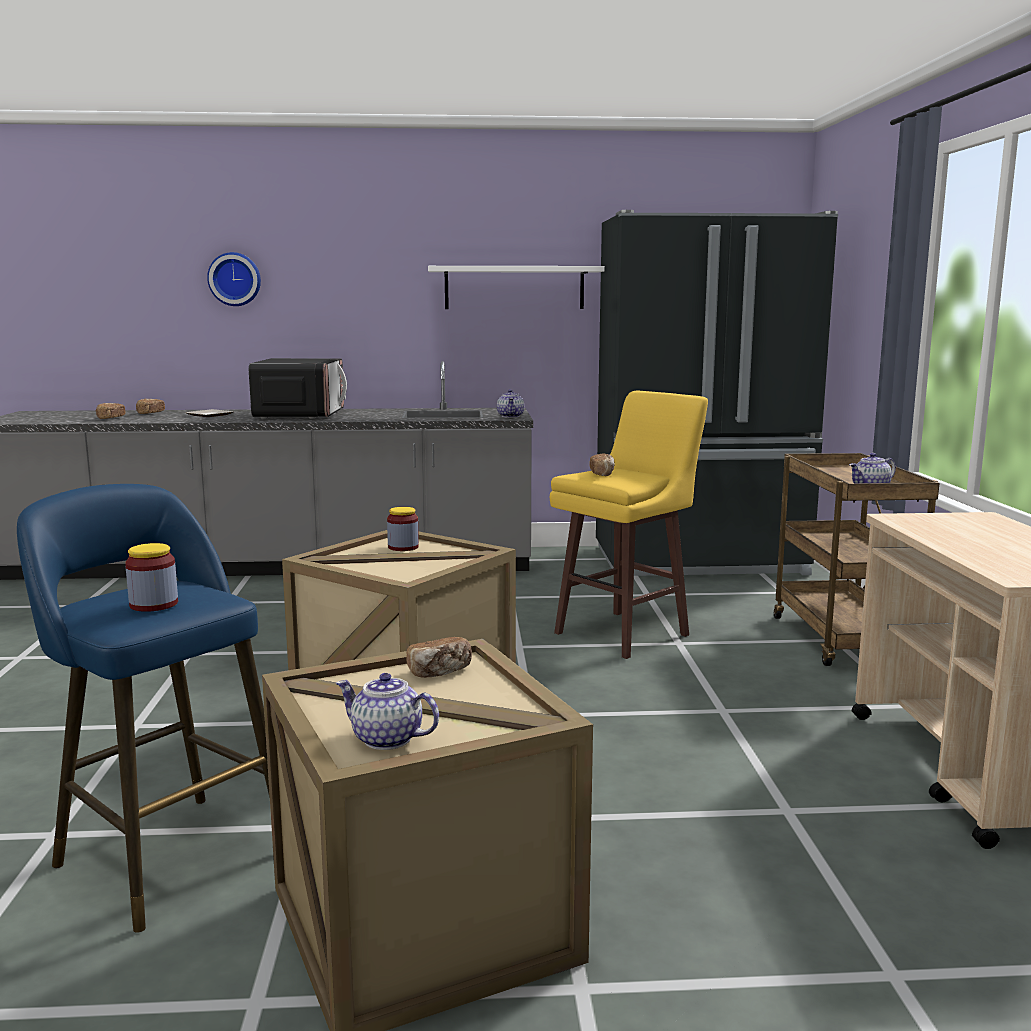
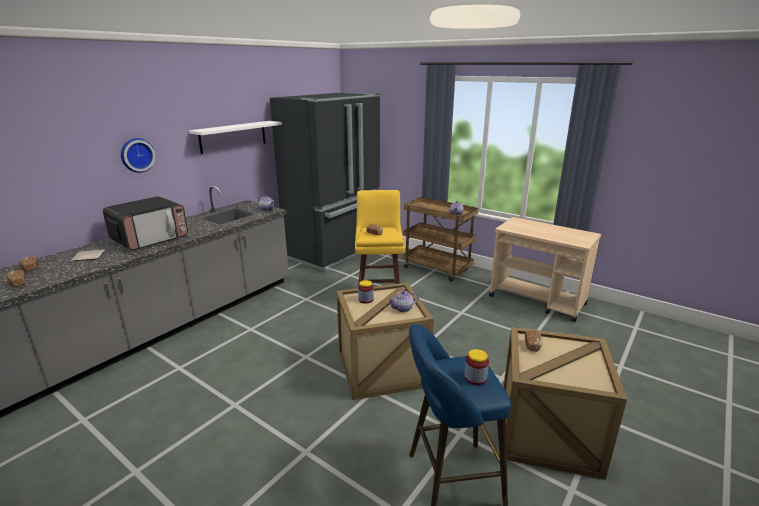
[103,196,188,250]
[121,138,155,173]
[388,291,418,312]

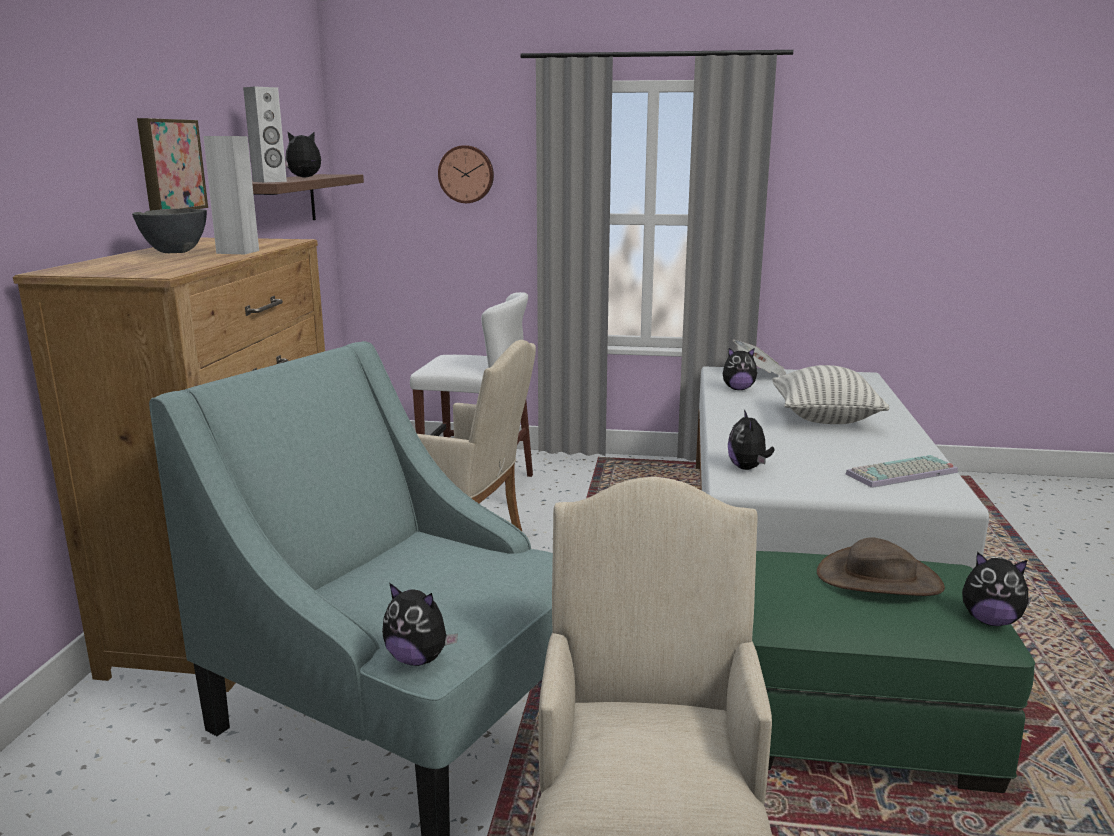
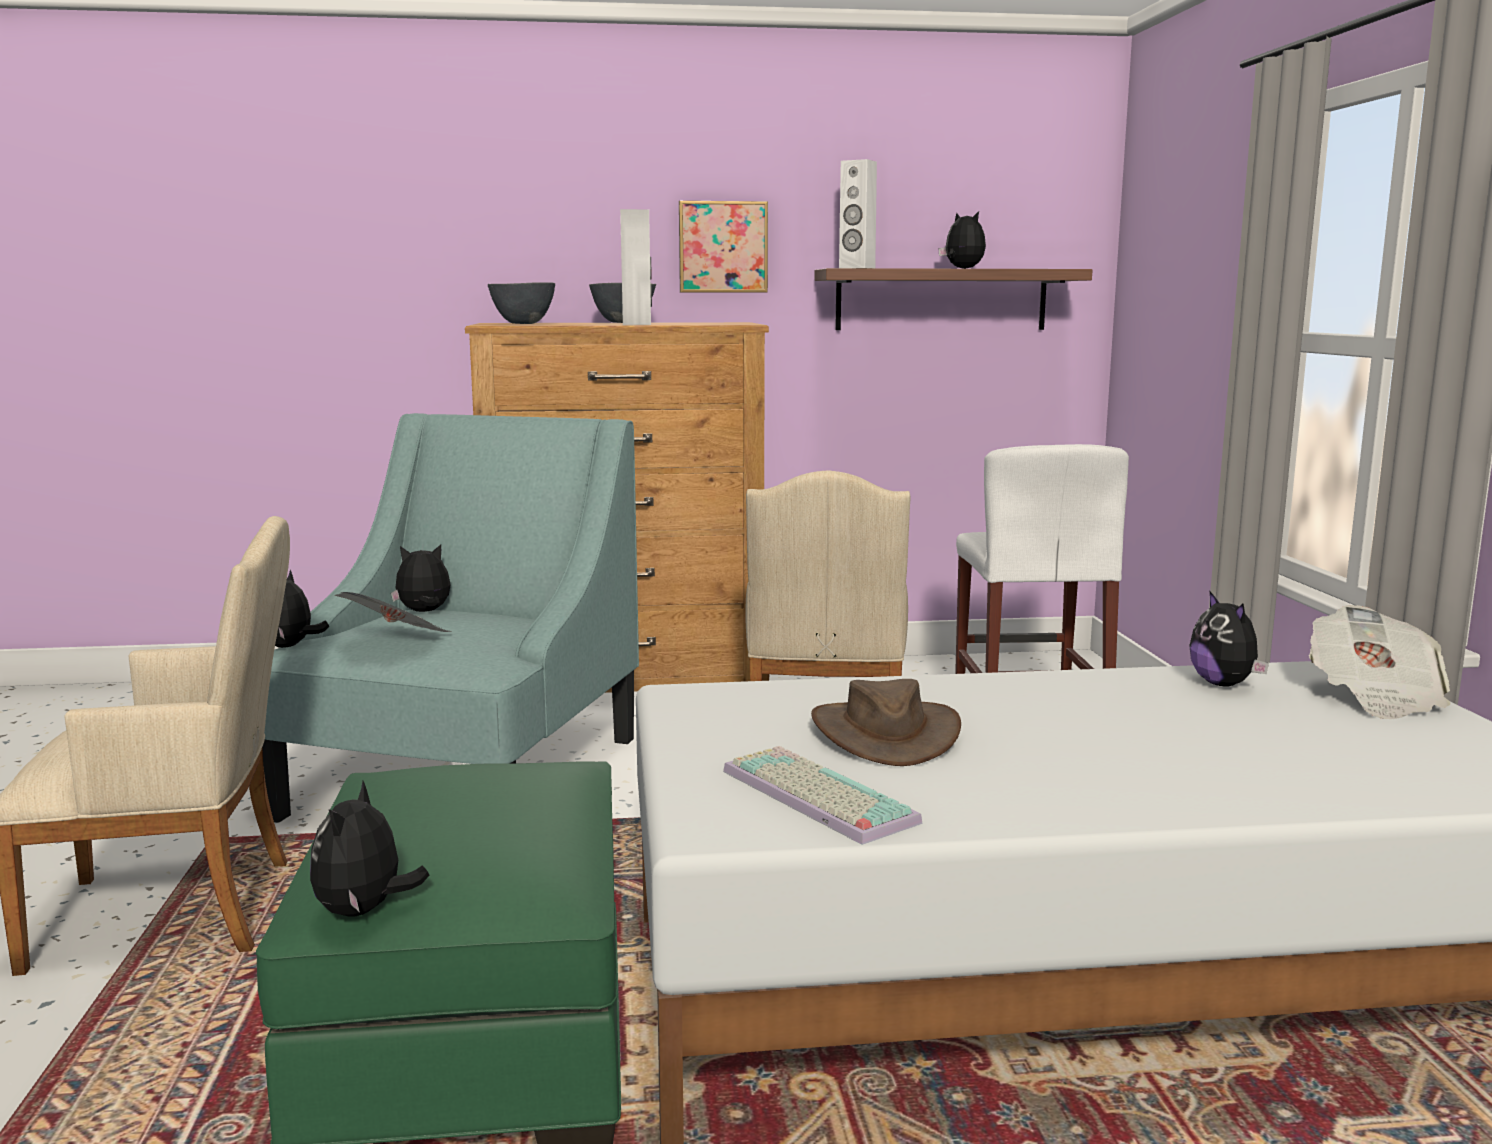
[335,592,451,632]
[391,544,451,612]
[488,282,555,324]
[811,679,961,766]
[438,145,494,203] (first image)
[772,365,889,424] (first image)

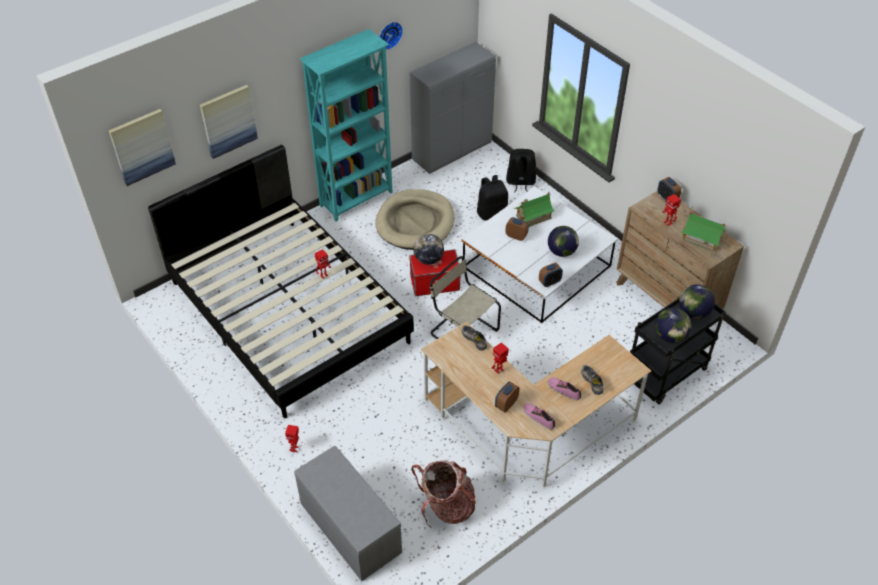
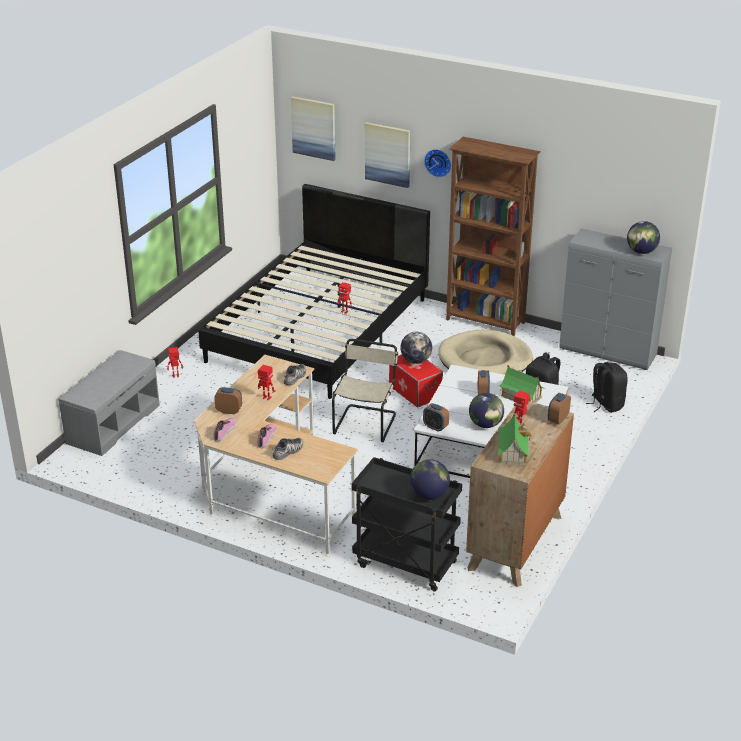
[424,149,451,178]
[446,137,541,336]
[627,221,660,254]
[412,460,476,528] (first image)

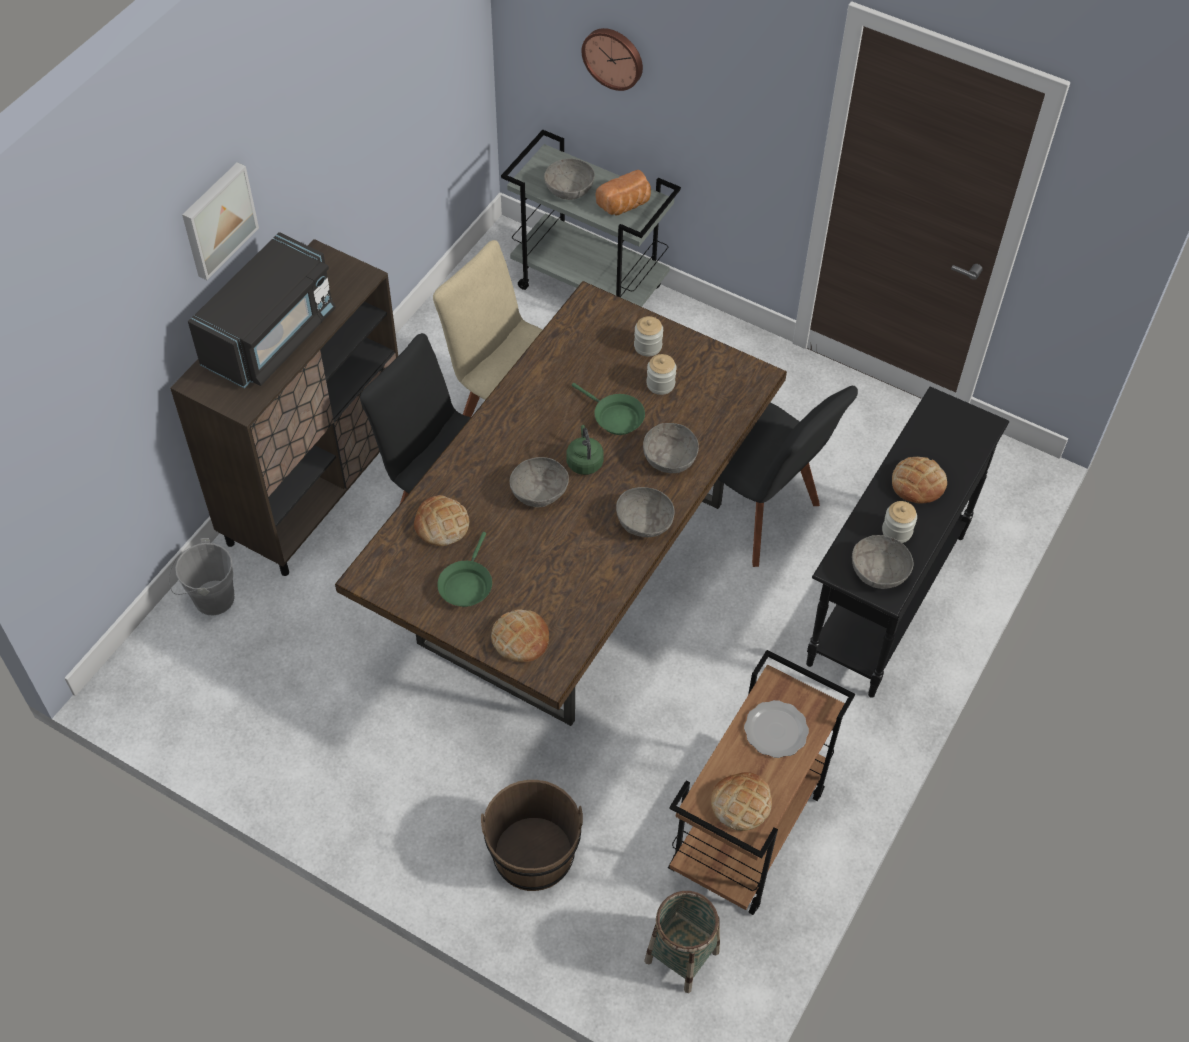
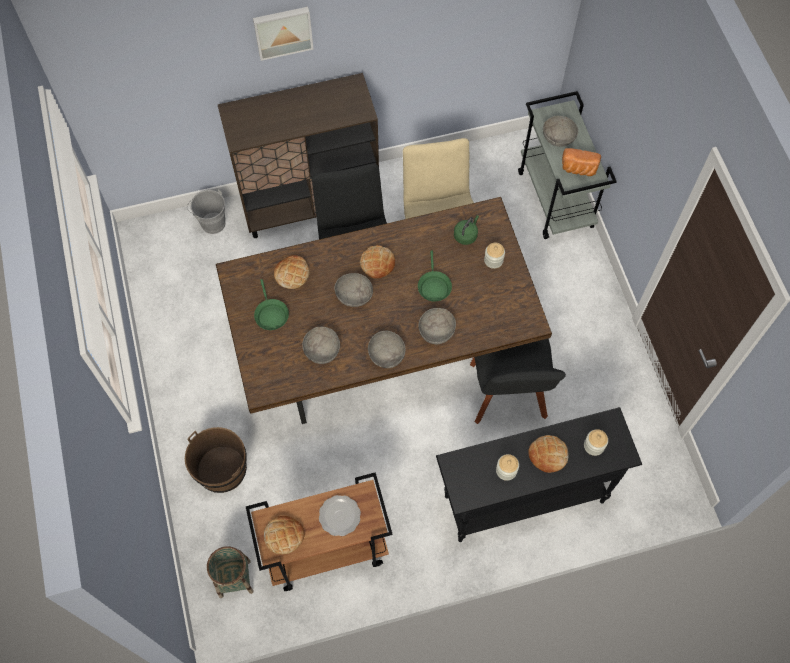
[254,279,289,330]
[302,327,340,364]
[360,245,395,279]
[454,215,479,245]
[584,429,608,456]
[188,232,336,388] (first image)
[582,28,643,91] (first image)

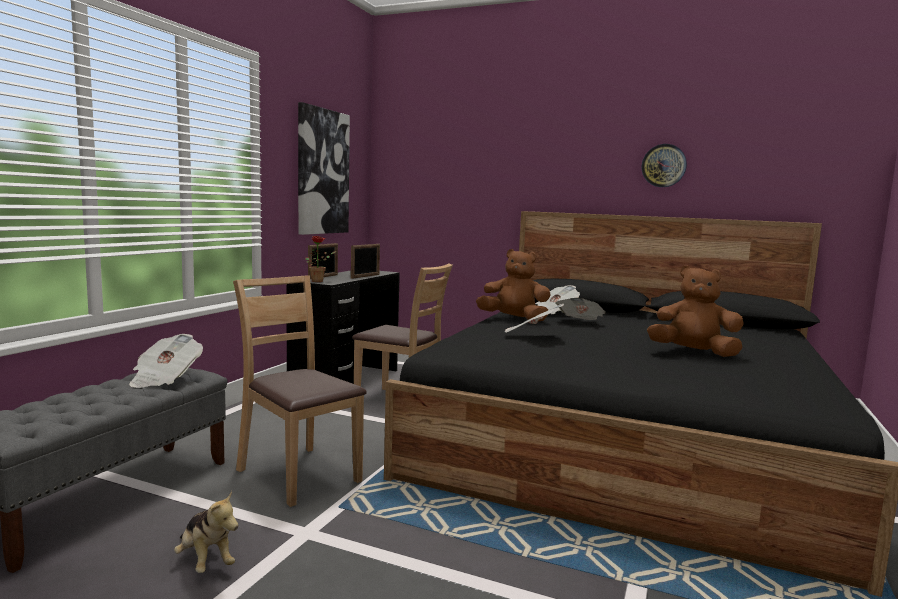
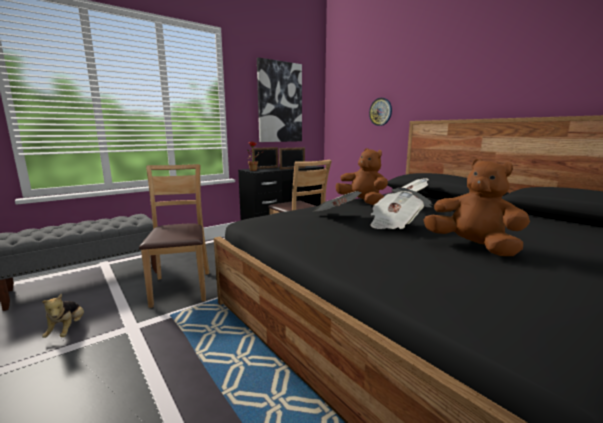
[369,98,392,126]
[371,191,424,229]

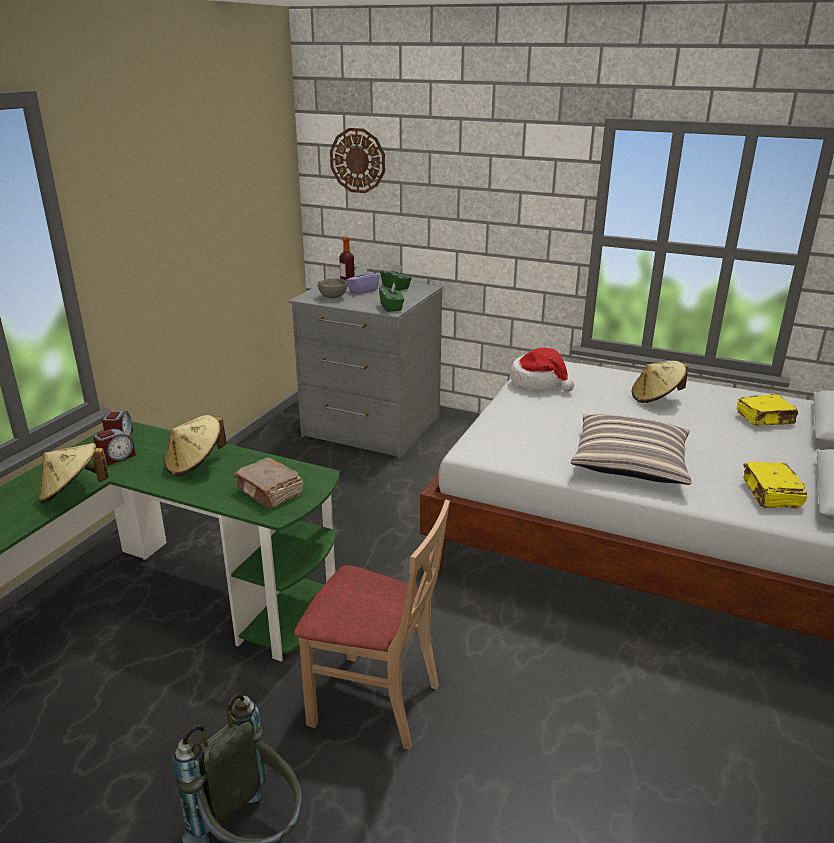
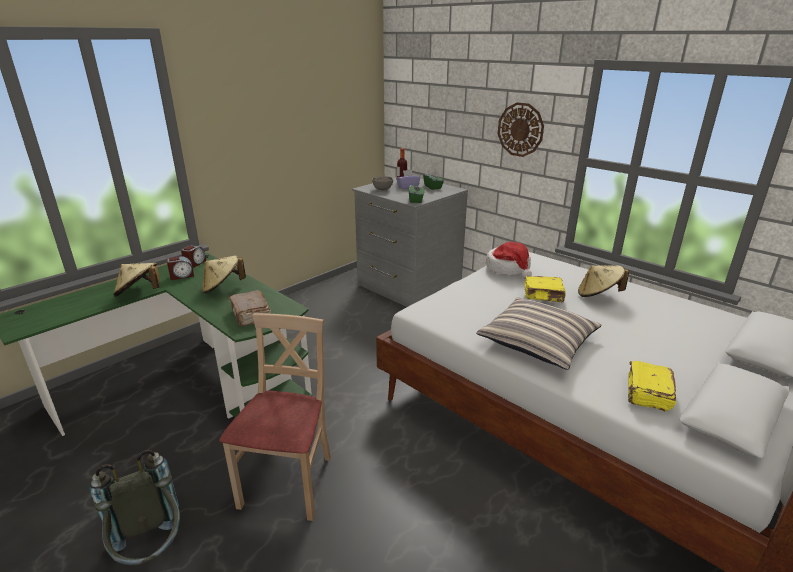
[219,313,331,521]
[498,102,544,157]
[524,276,566,303]

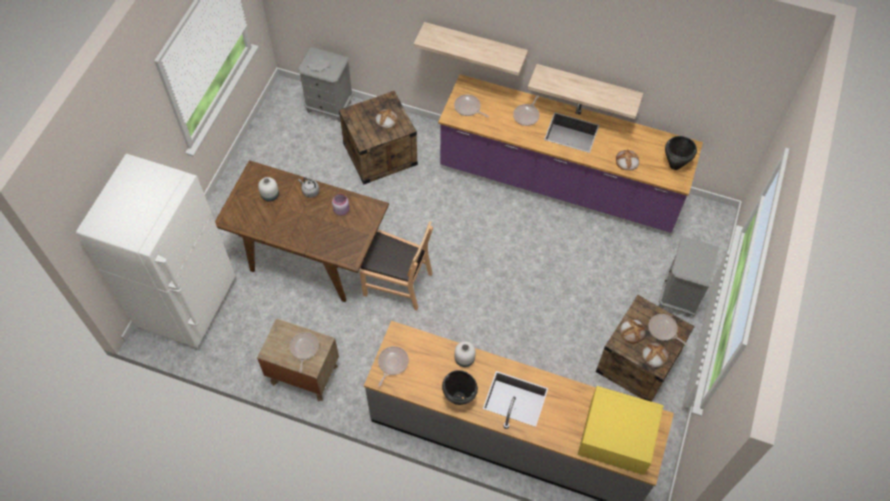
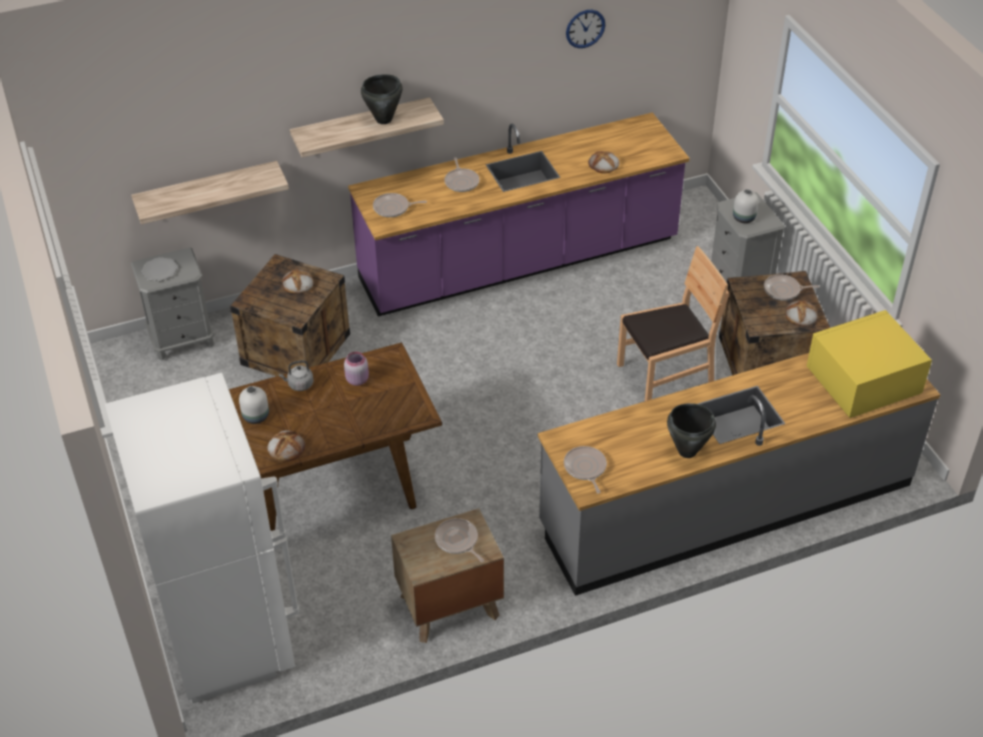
[131,161,289,224]
[268,430,305,462]
[361,74,402,124]
[566,10,605,48]
[617,246,729,402]
[733,189,759,223]

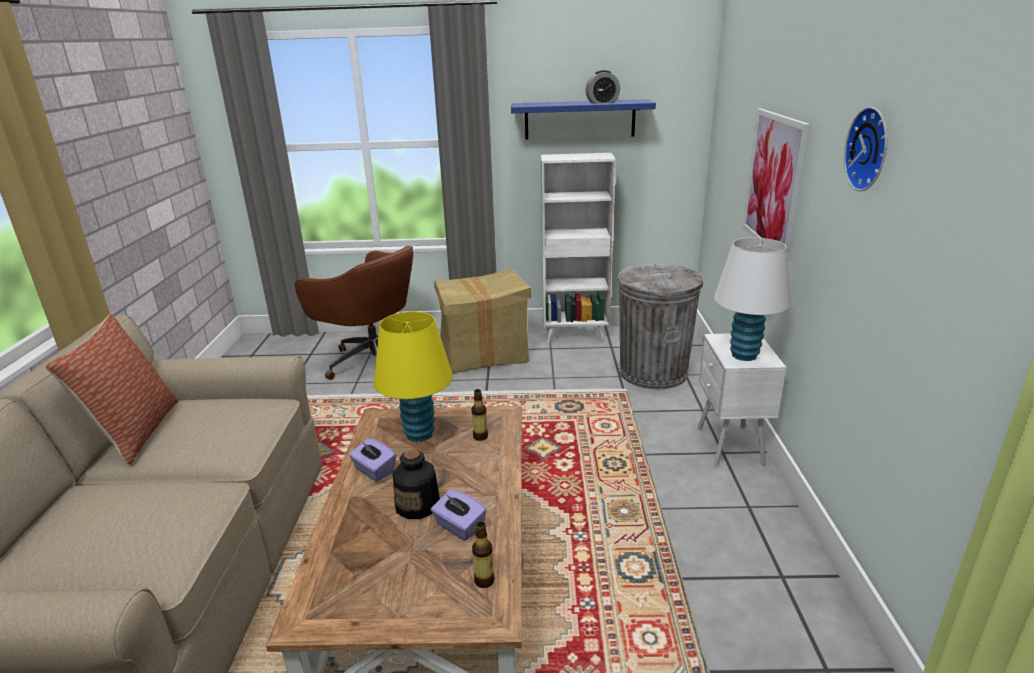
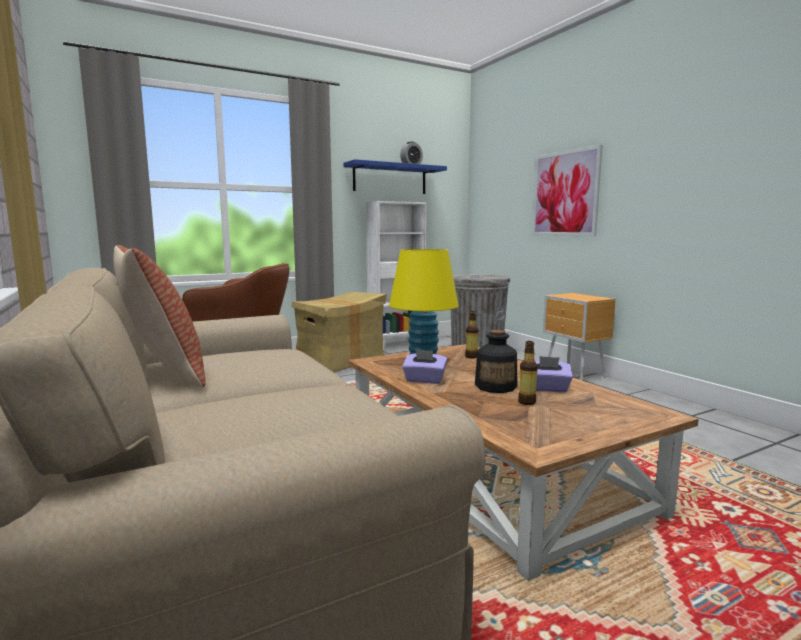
[518,341,538,405]
[543,293,616,381]
[714,238,791,361] (first image)
[844,107,887,191] (first image)

